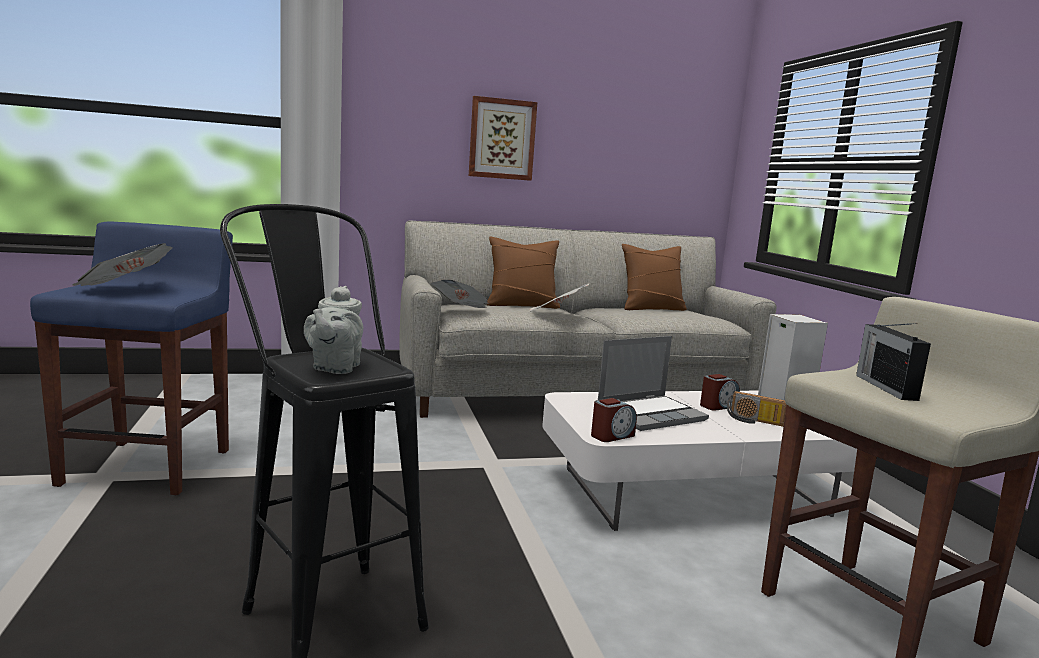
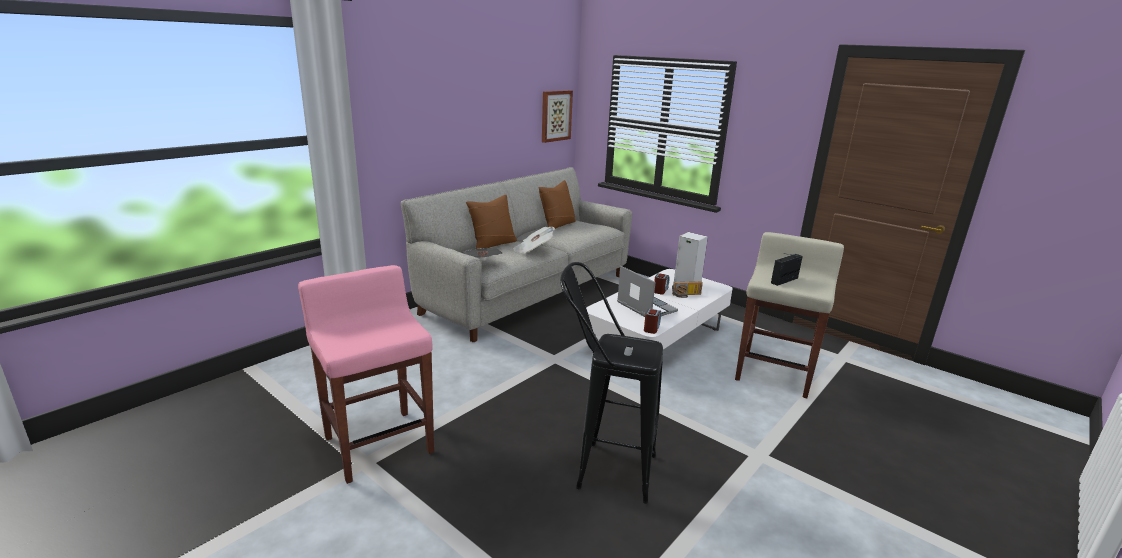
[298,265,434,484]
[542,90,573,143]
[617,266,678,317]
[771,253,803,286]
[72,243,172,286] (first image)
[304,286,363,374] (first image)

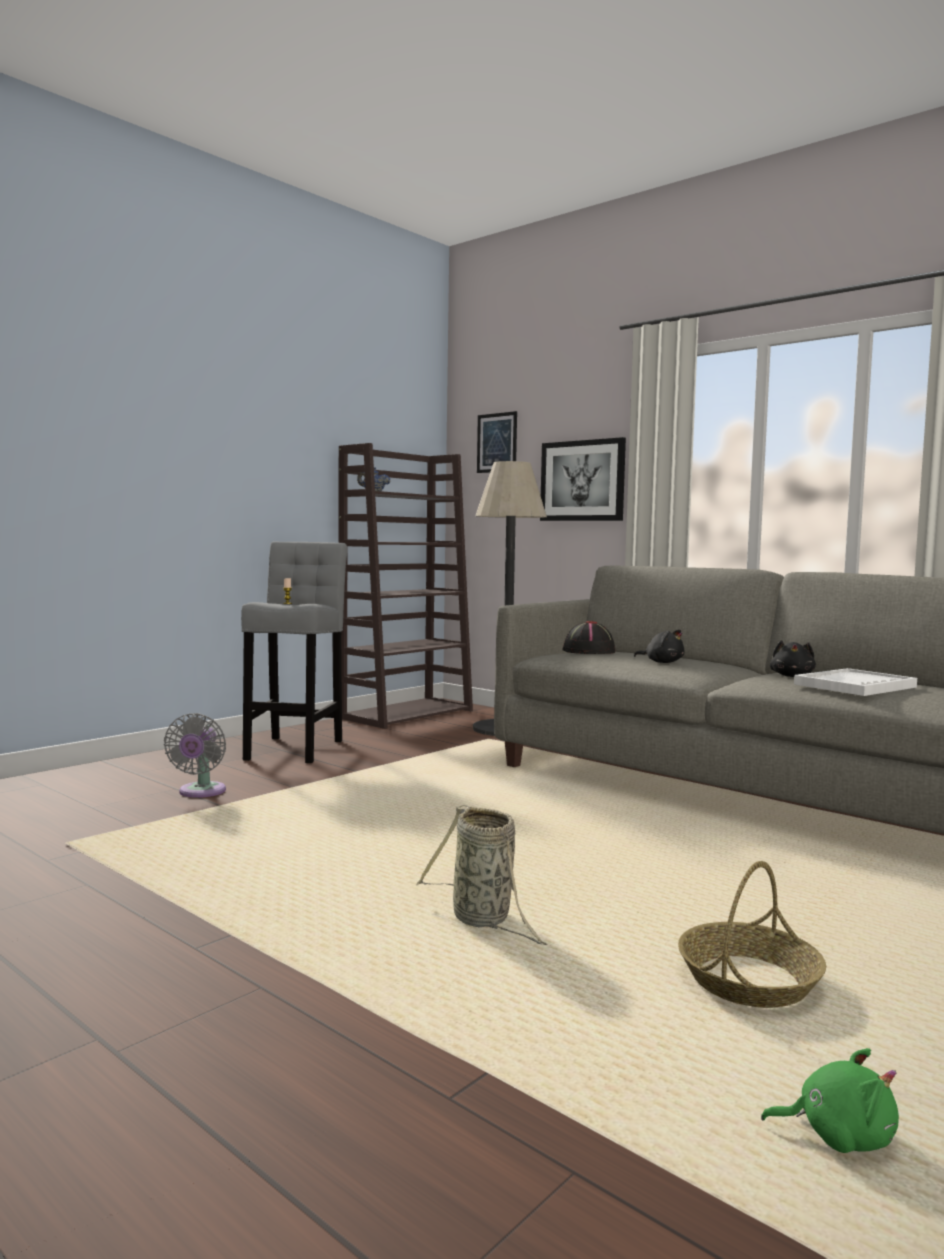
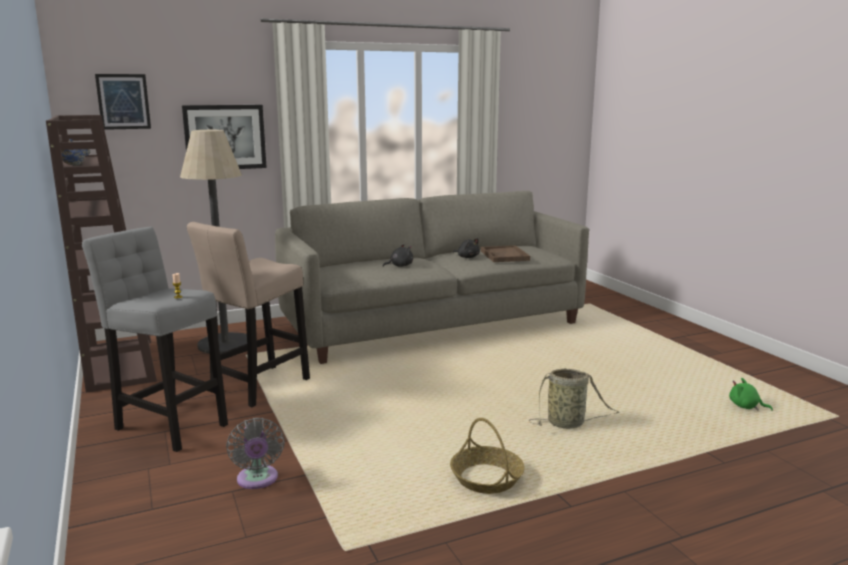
[187,222,310,407]
[226,418,285,489]
[450,418,525,494]
[481,245,530,262]
[729,378,773,411]
[562,621,615,654] (first image)

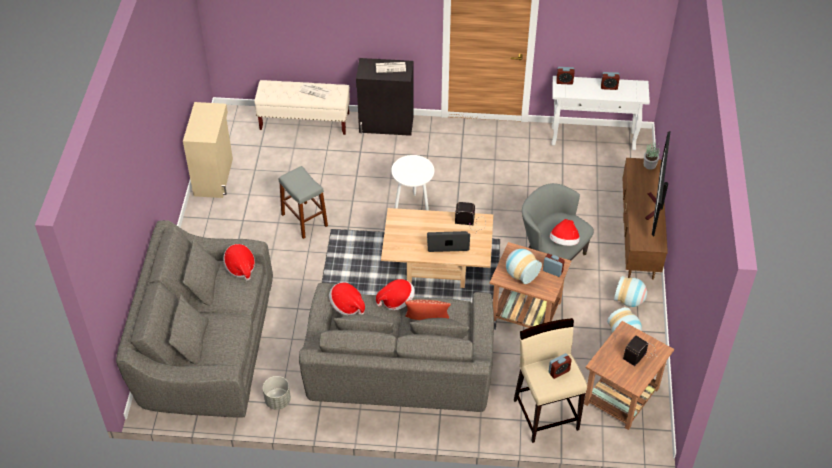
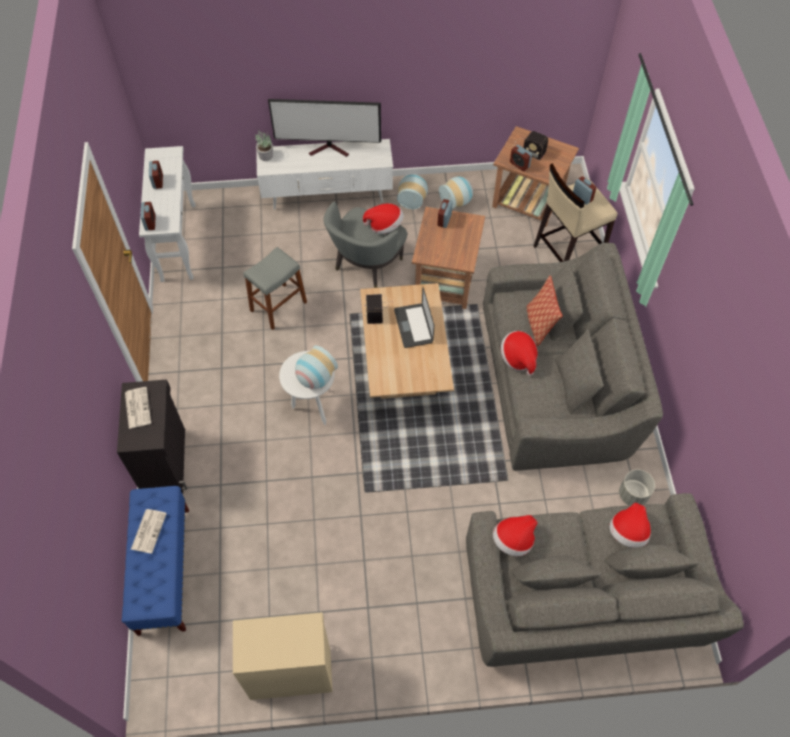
[122,486,189,636]
[243,247,307,330]
[256,139,393,210]
[295,345,338,389]
[510,145,532,171]
[609,503,651,548]

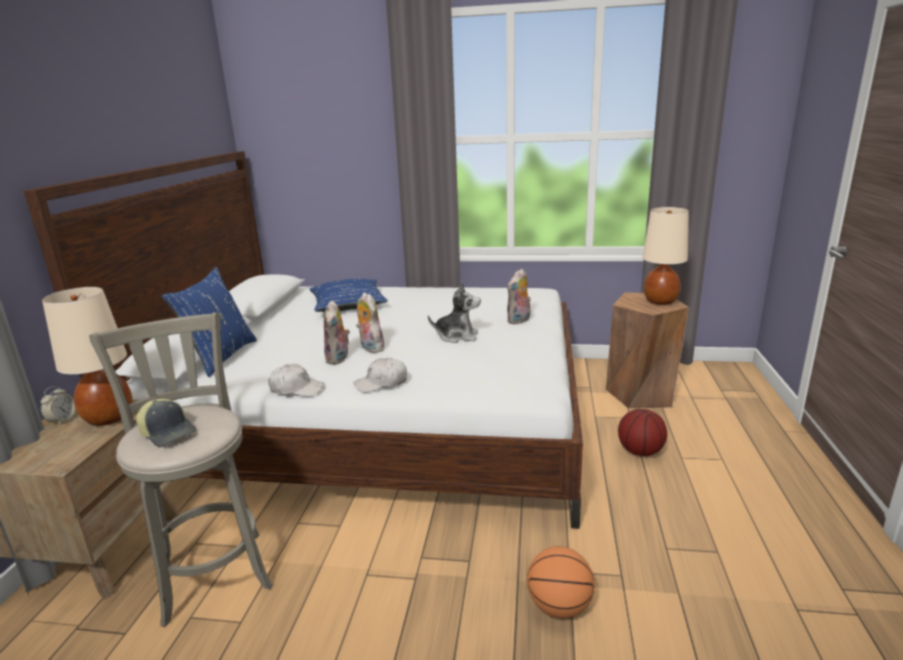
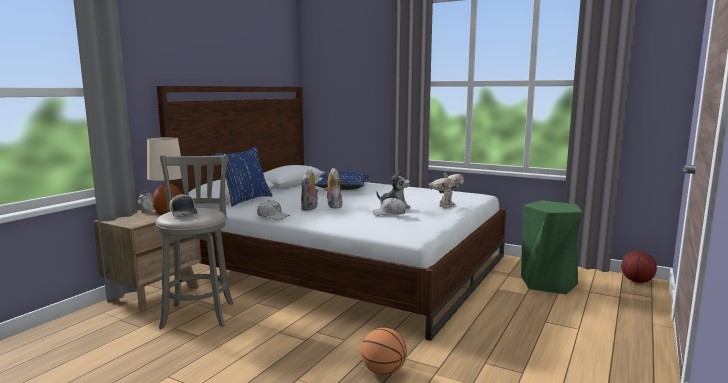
[372,198,406,216]
[429,170,464,208]
[521,200,582,294]
[621,251,657,283]
[642,207,689,305] (first image)

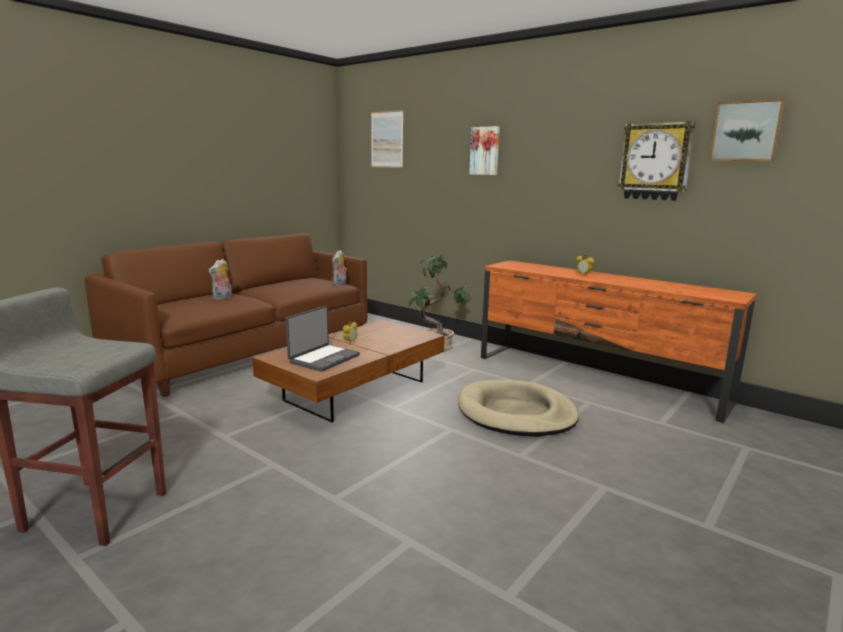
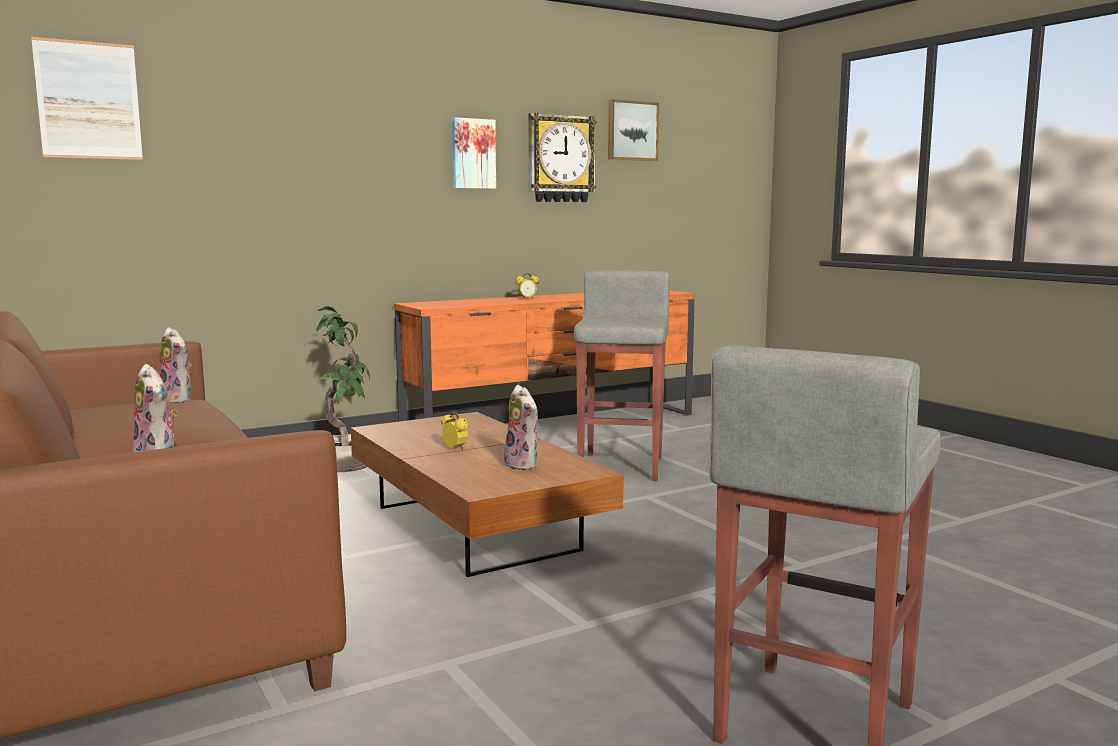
[452,117,496,189]
[504,385,539,471]
[574,270,670,481]

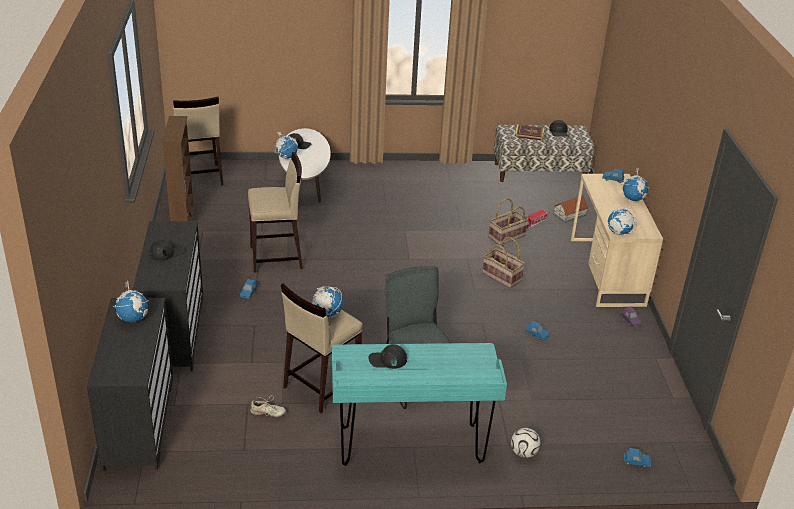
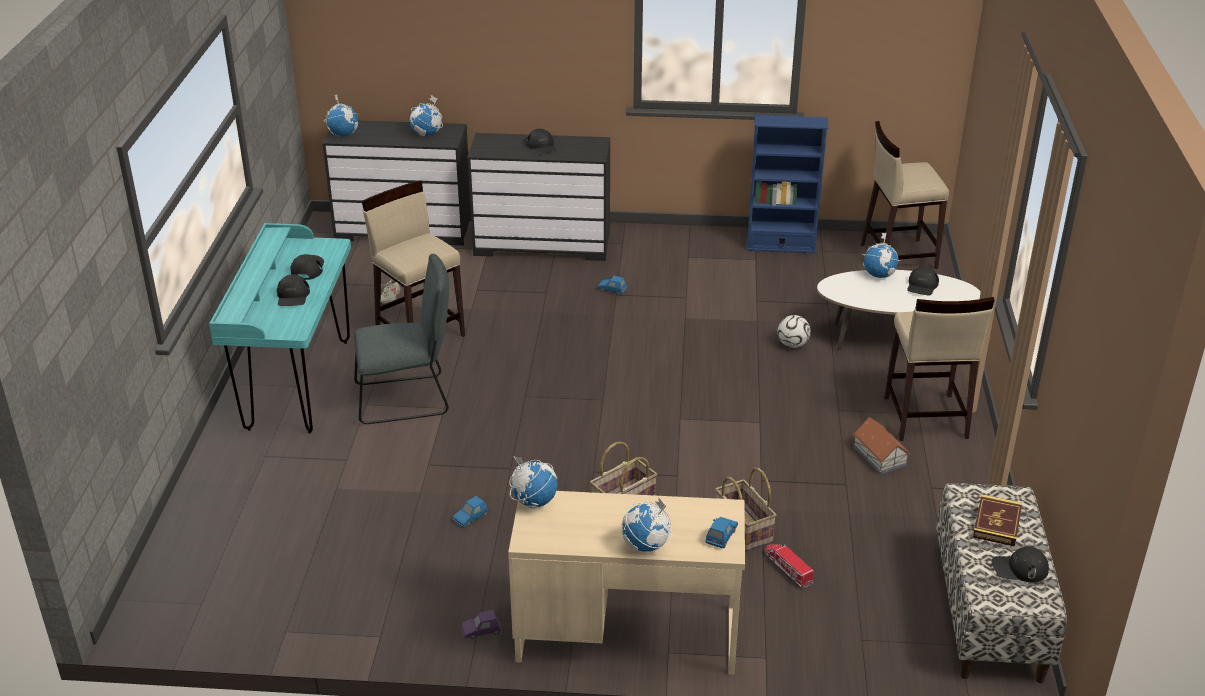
[277,274,310,306]
[324,94,359,136]
[746,115,828,253]
[778,315,811,348]
[853,417,910,474]
[884,297,995,441]
[624,448,651,468] (first image)

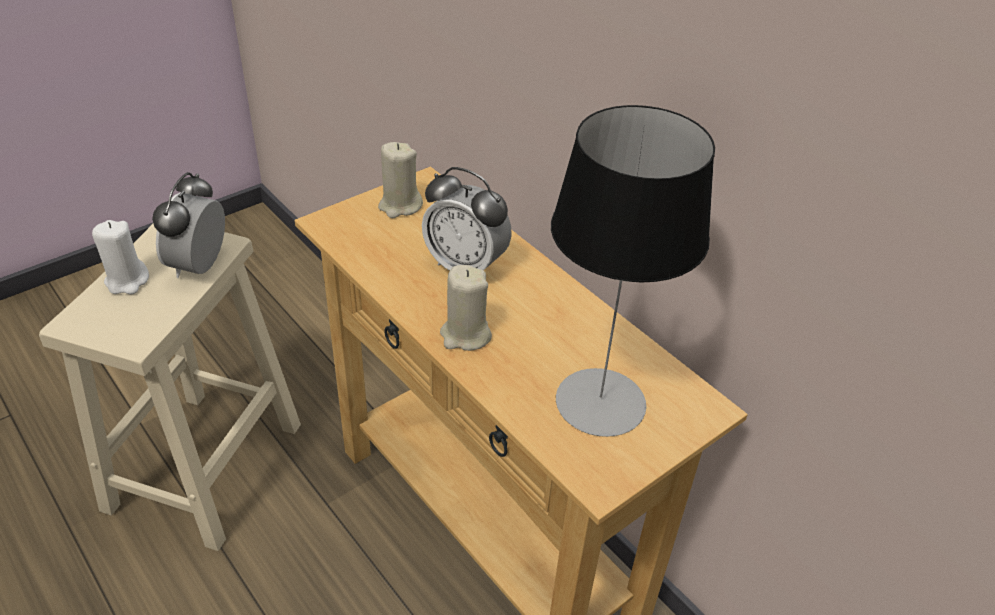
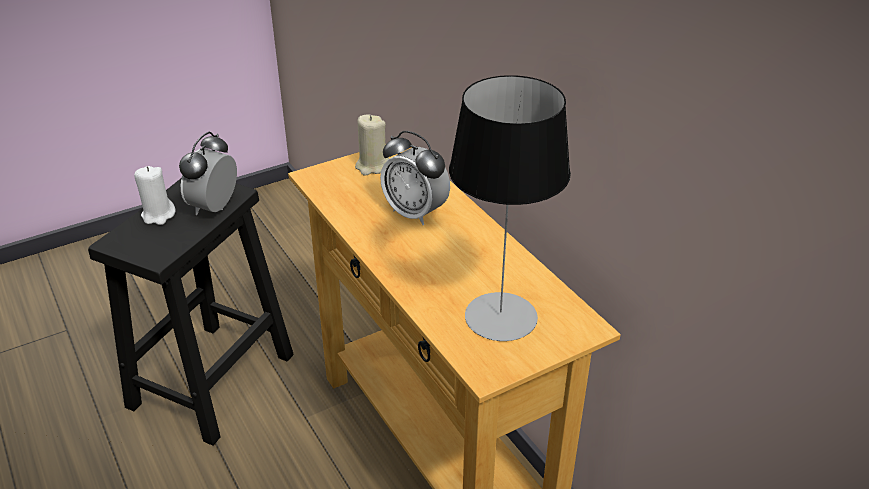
[88,179,294,446]
[440,265,492,351] (first image)

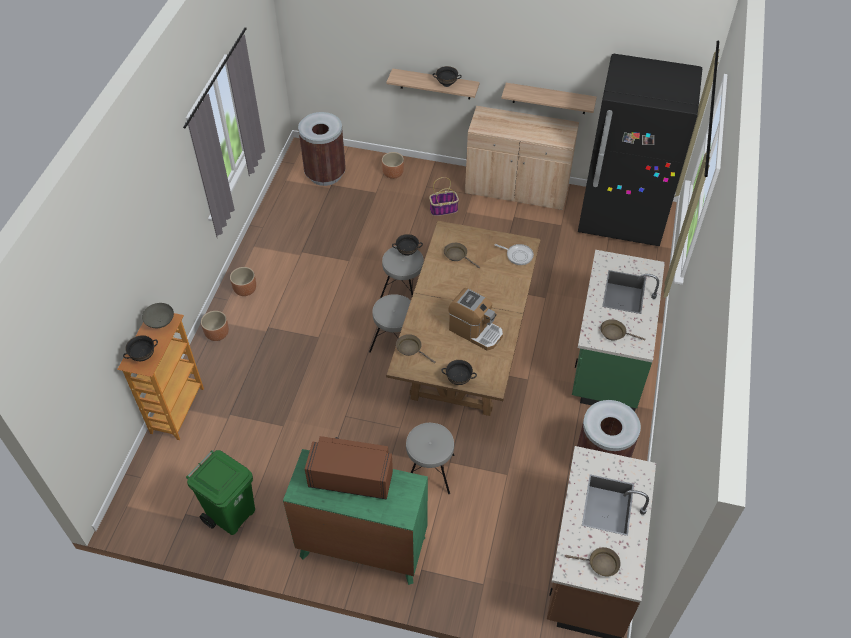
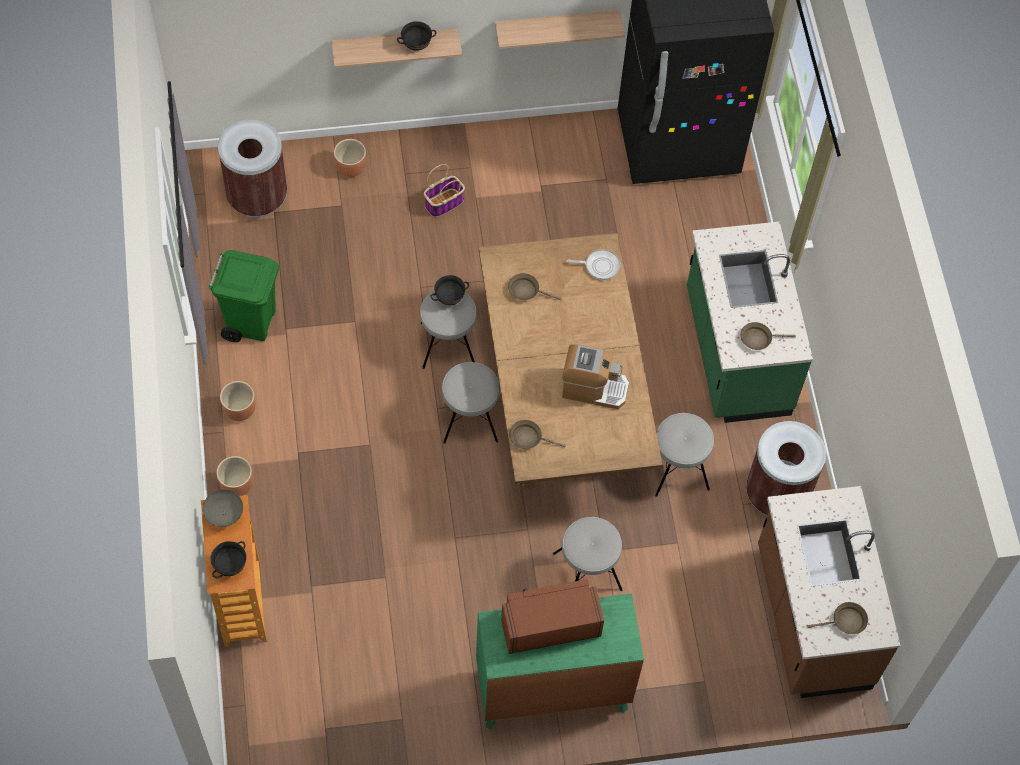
[208,250,279,342]
[655,413,714,497]
[442,360,477,385] (first image)
[465,106,579,210] (first image)

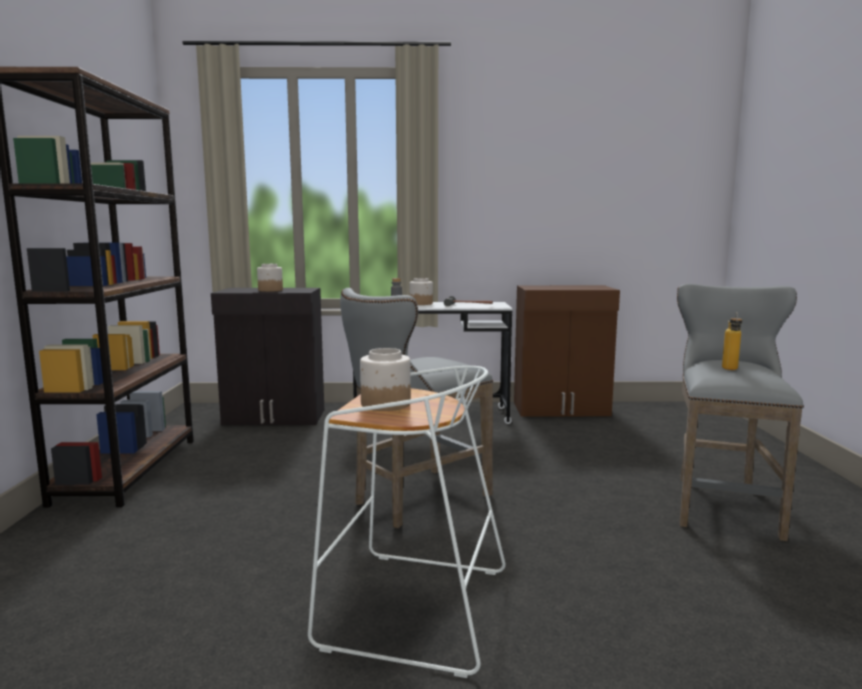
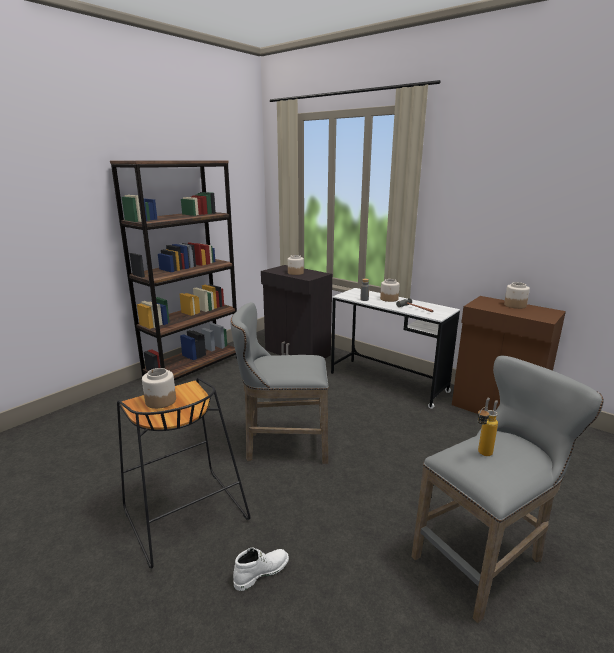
[117,378,250,568]
[233,547,289,591]
[504,282,530,309]

